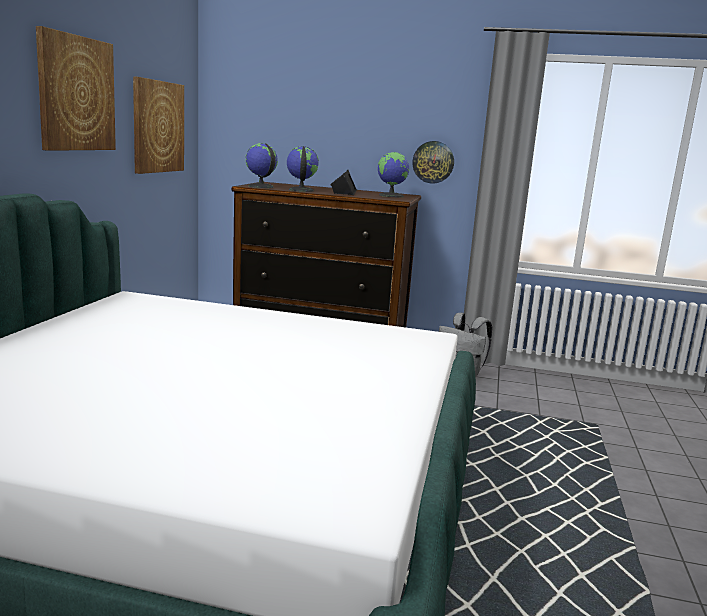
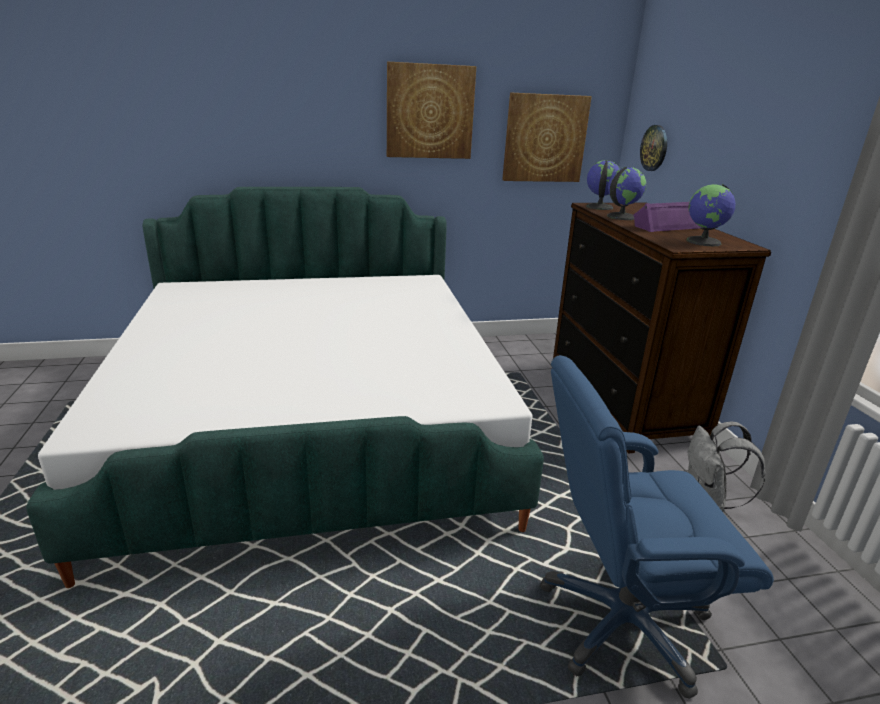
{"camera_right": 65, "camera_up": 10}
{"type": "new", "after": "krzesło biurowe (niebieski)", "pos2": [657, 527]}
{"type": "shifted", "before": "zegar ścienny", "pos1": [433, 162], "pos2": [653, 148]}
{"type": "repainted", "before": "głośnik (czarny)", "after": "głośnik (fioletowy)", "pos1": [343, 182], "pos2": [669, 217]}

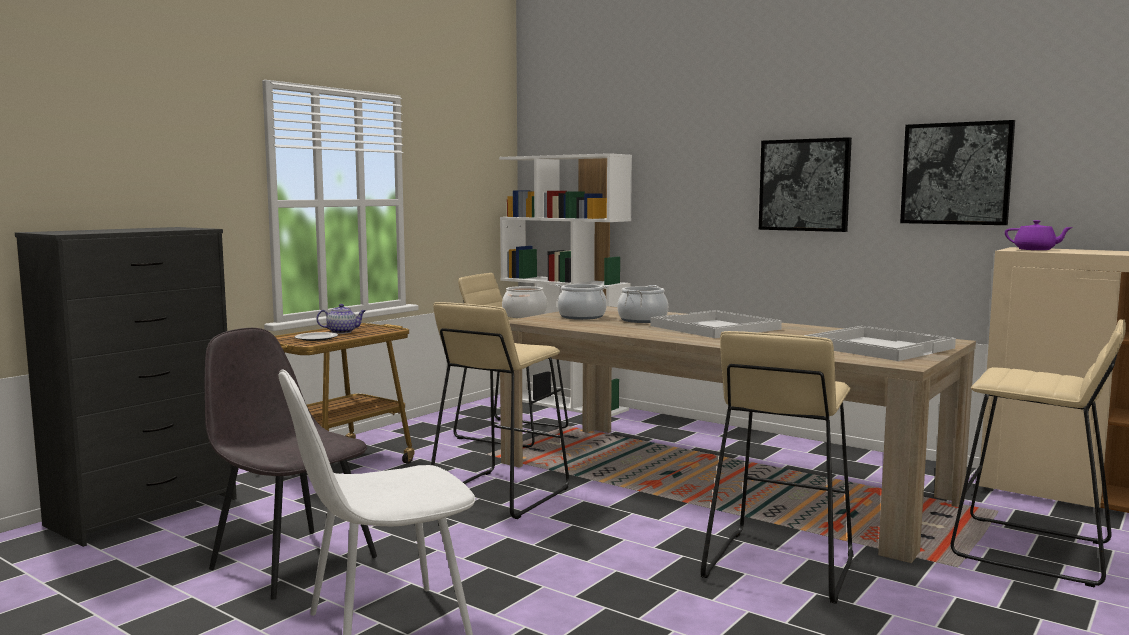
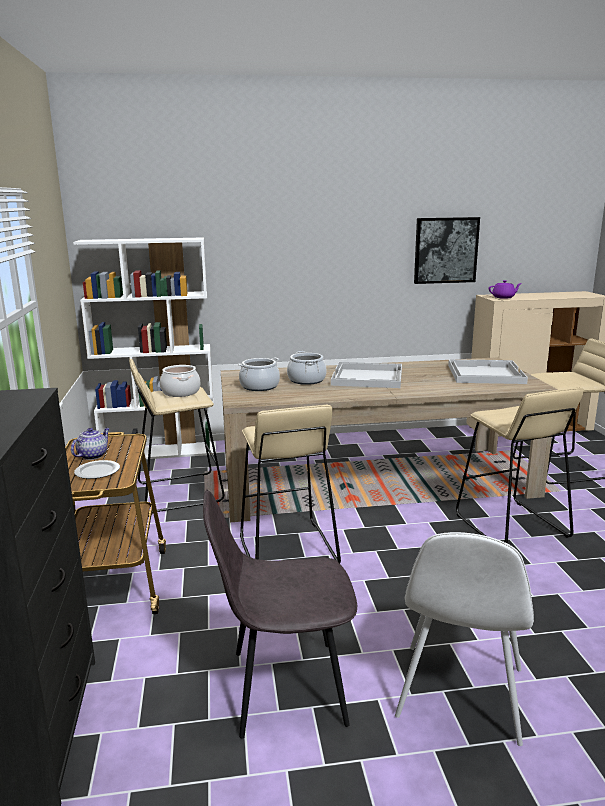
{"camera_right": -45, "camera_up": 10}
{"type": "gone", "before": "obraz", "pos1": [805, 184]}

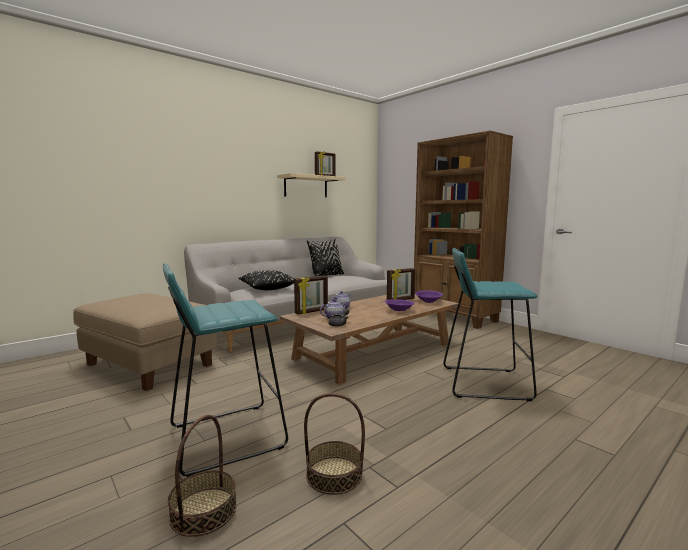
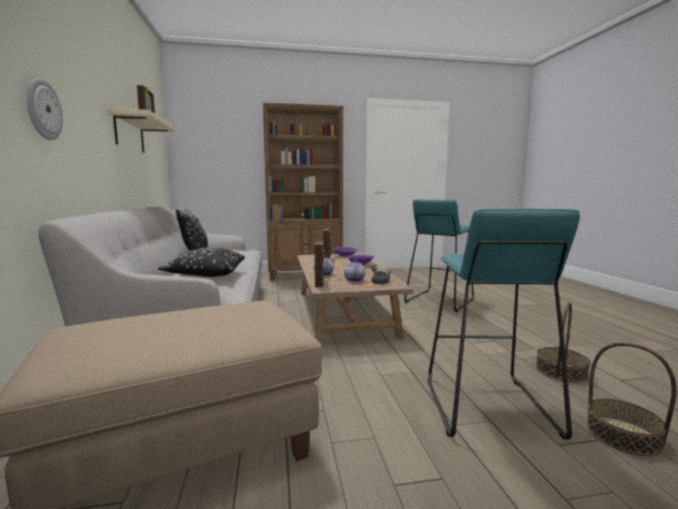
{"camera_right": -60, "camera_up": 0}
{"type": "new", "after": "zegar ścienny", "pos2": [45, 109]}

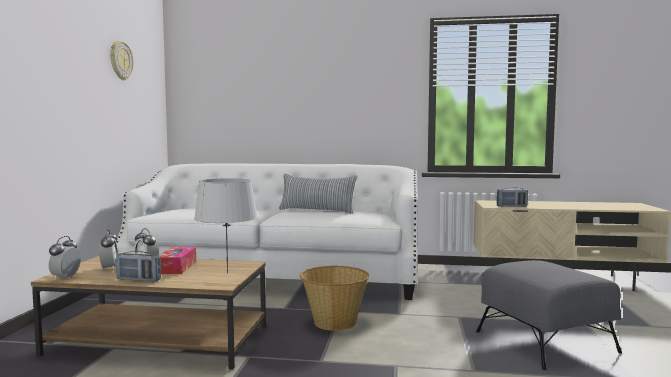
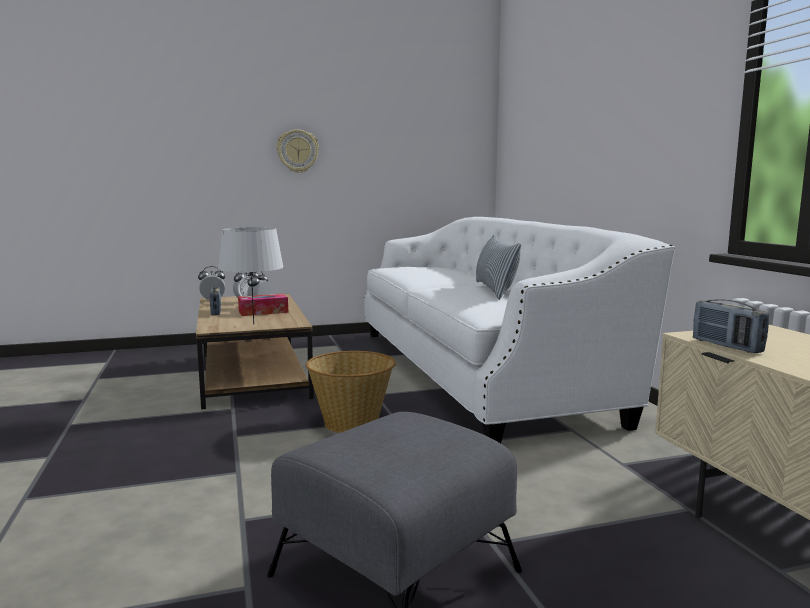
{"camera_right": 65, "camera_up": 5}
{"type": "shifted", "before": "zegar ścienny", "pos1": [122, 60], "pos2": [297, 151]}

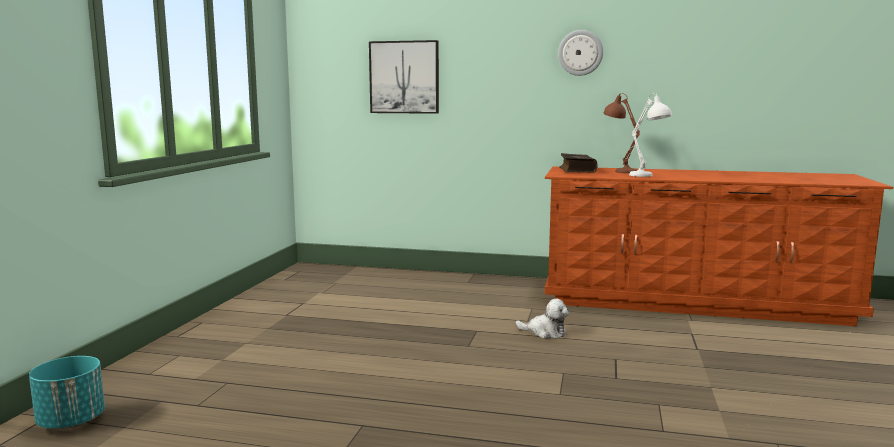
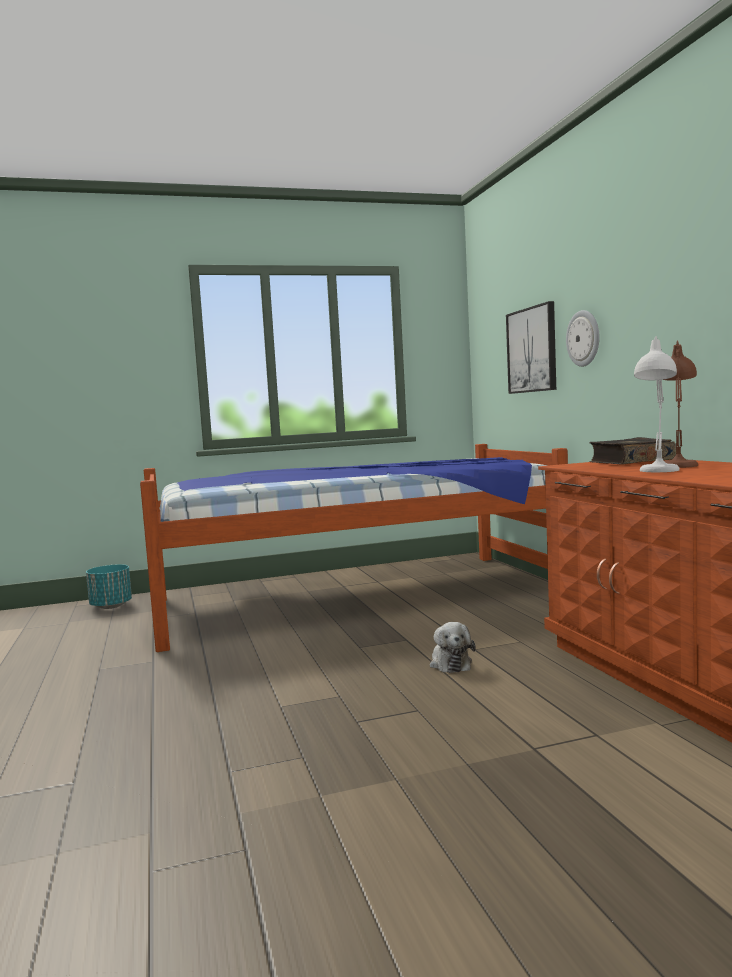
{"camera_right": 60, "camera_up": -5}
{"type": "new", "after": "łóżko", "pos2": [354, 548]}
{"type": "shifted", "before": "zegar ścienny", "pos1": [580, 53], "pos2": [582, 338]}

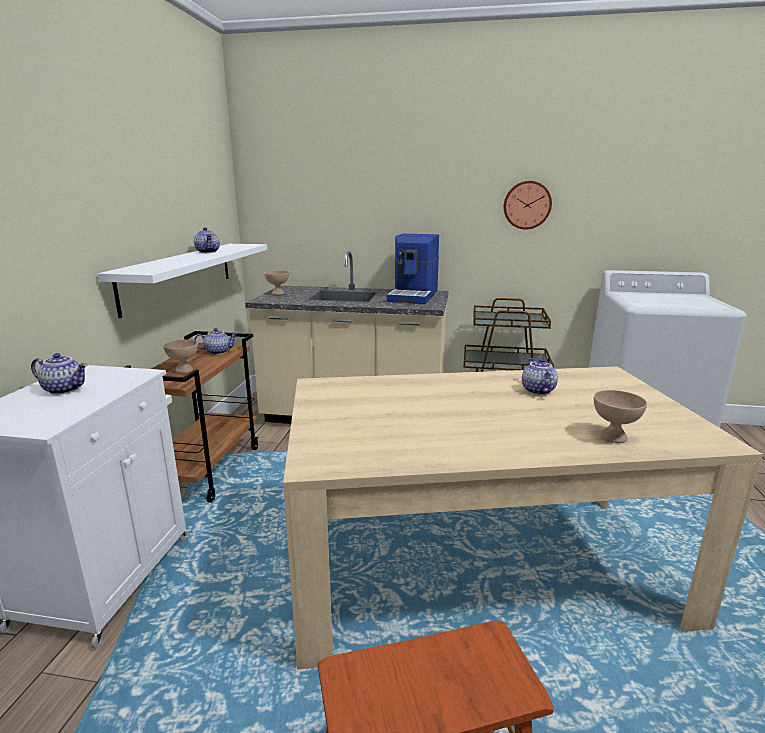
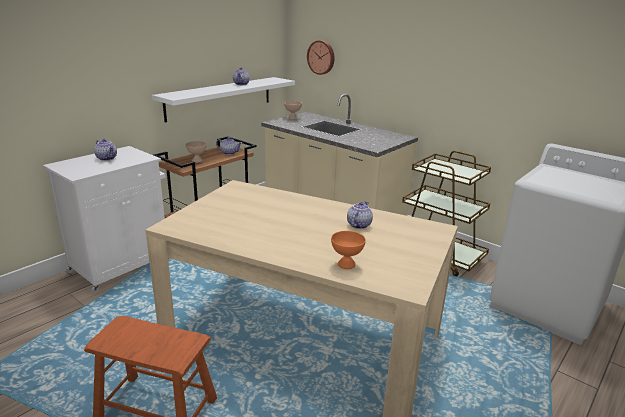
{"camera_right": 30, "camera_up": 5}
{"type": "gone", "before": "ekspres do kawy", "pos1": [413, 269]}
{"type": "shifted", "before": "zegar ścienny", "pos1": [527, 205], "pos2": [320, 57]}
{"type": "repainted", "before": "miska (beżowy)", "after": "miska (pomarańczowy)", "pos1": [620, 416], "pos2": [348, 250]}

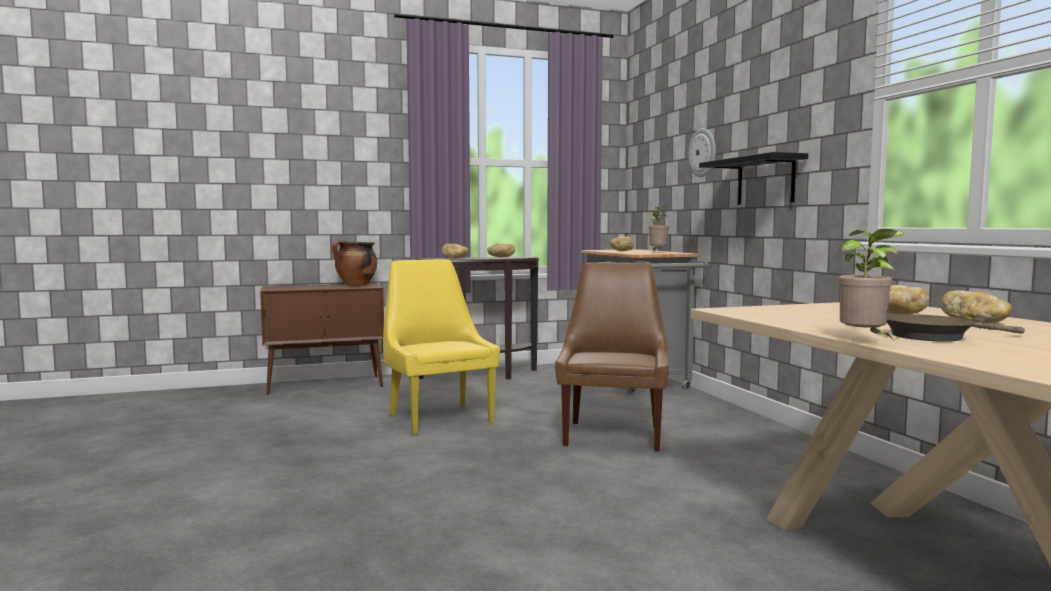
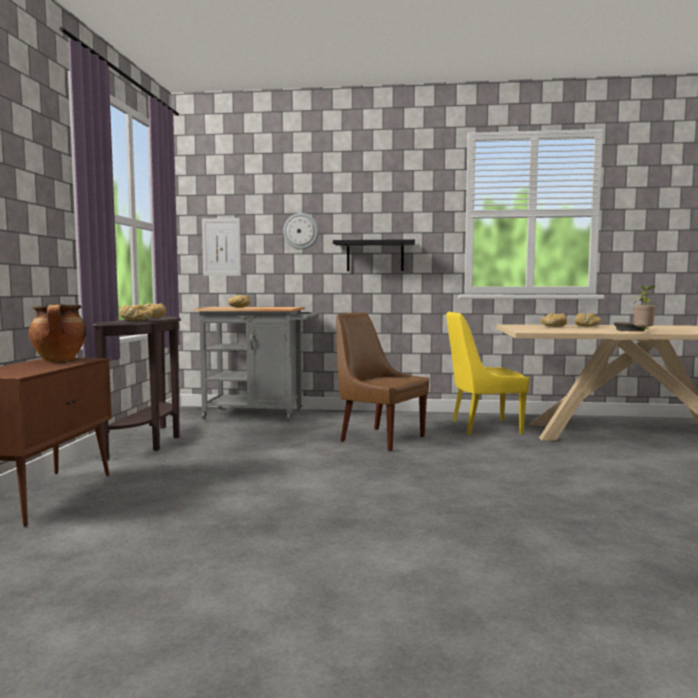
{"camera_right": -65, "camera_up": 0}
{"type": "gone", "before": "roślina doniczkowa", "pos1": [659, 228]}
{"type": "new", "after": "obraz", "pos2": [221, 247]}
{"type": "shifted", "before": "krzesło (żółty)", "pos1": [441, 347], "pos2": [487, 373]}

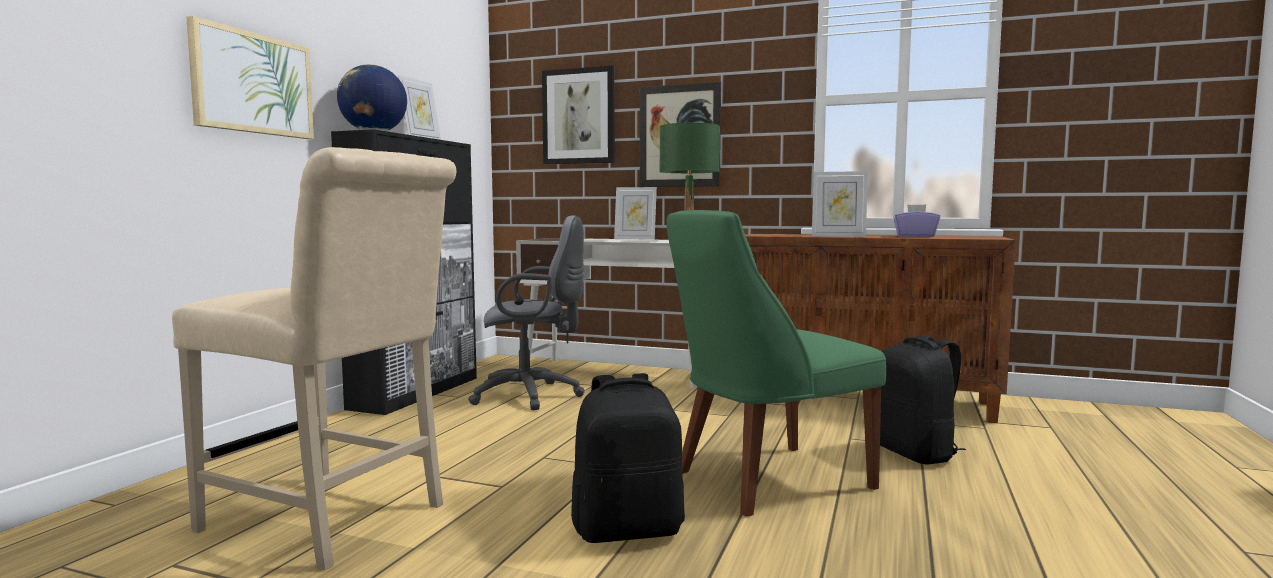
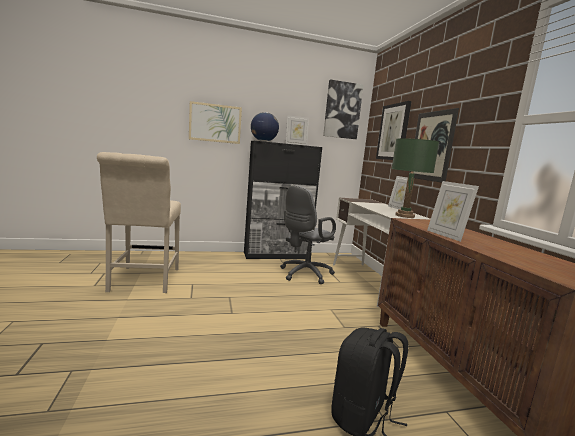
{"camera_right": 55, "camera_up": 5}
{"type": "gone", "before": "plecak (czarny)", "pos1": [628, 458]}
{"type": "gone", "before": "krzesło (zielony)", "pos1": [776, 363]}
{"type": "gone", "before": "pudełko chusteczek (fioletowy)", "pos1": [917, 220]}
{"type": "new", "after": "obraz", "pos2": [343, 109]}
{"type": "rotated", "before": "krzesło biurowe (szary)", "pos1": [526, 312], "pos2": [308, 234], "turn": 75}

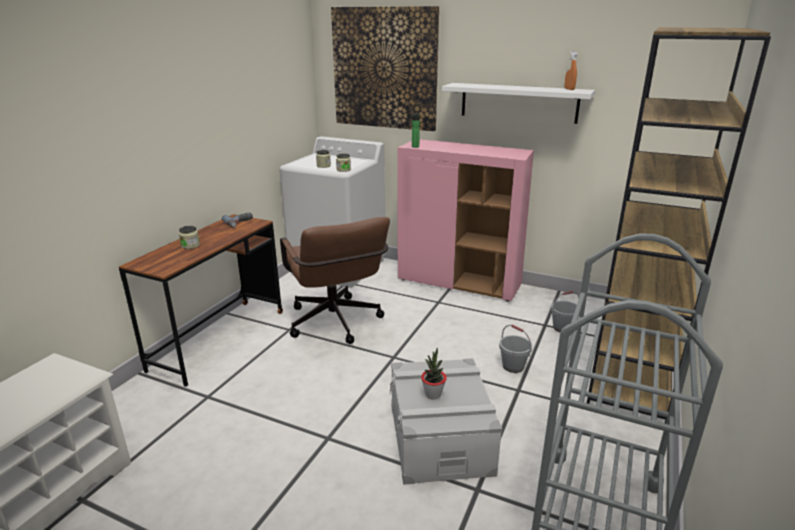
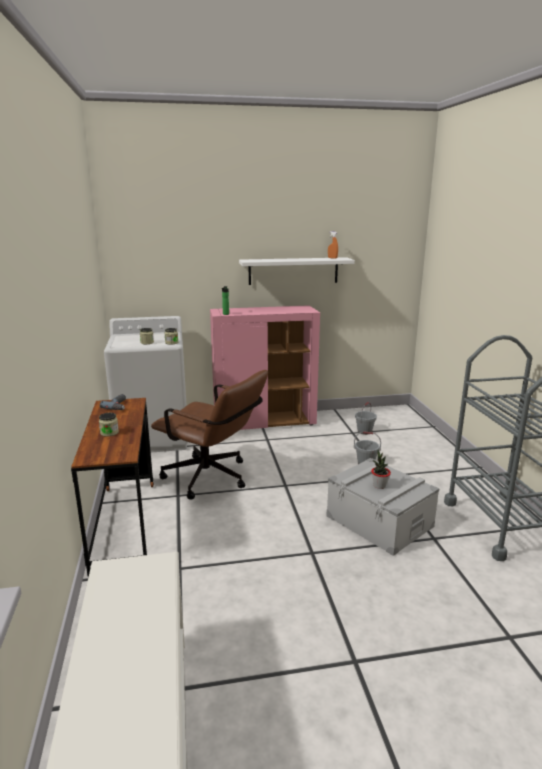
{"camera_right": -35, "camera_up": -5}
{"type": "gone", "before": "obraz", "pos1": [385, 68]}
{"type": "gone", "before": "regał (brązowy)", "pos1": [679, 225]}

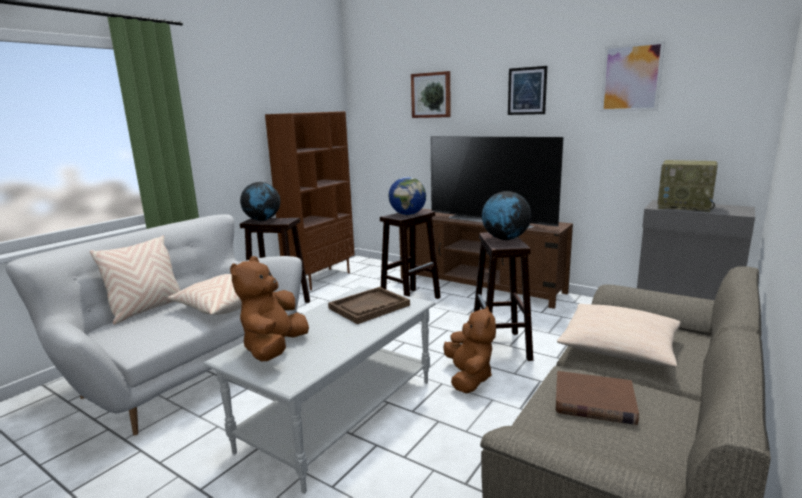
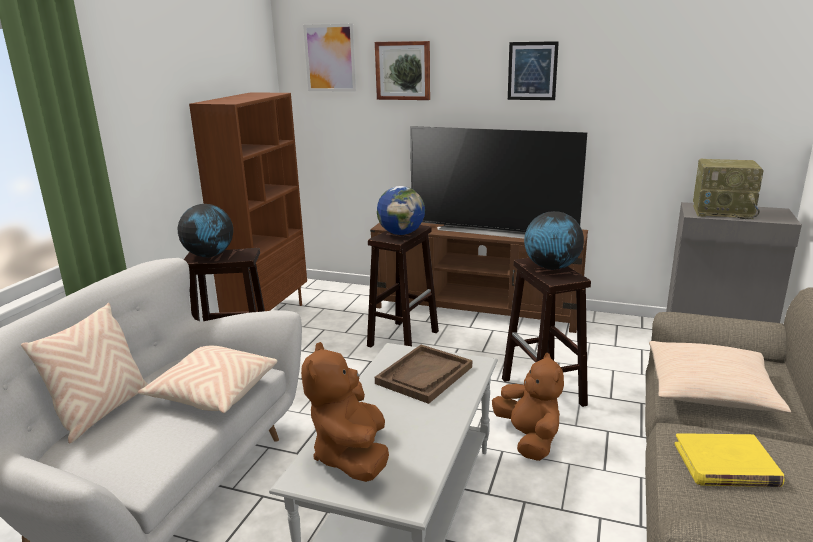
{"camera_right": -15, "camera_up": 5}
{"type": "shifted", "before": "obraz", "pos1": [632, 76], "pos2": [329, 58]}
{"type": "repainted", "before": "książka (brązowy)", "after": "książka (żółty)", "pos1": [597, 398], "pos2": [729, 460]}

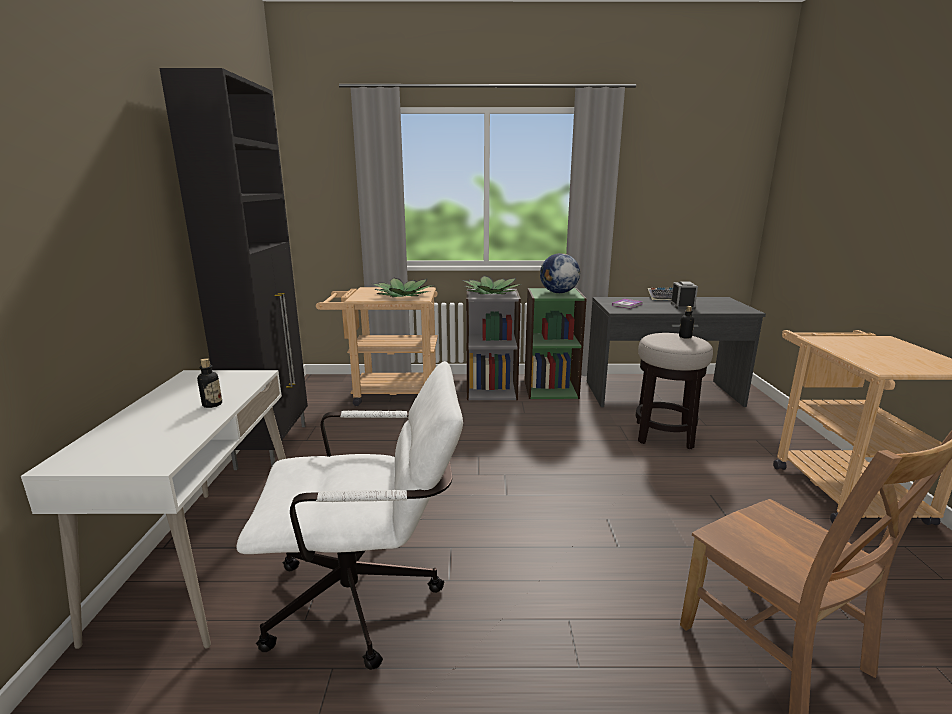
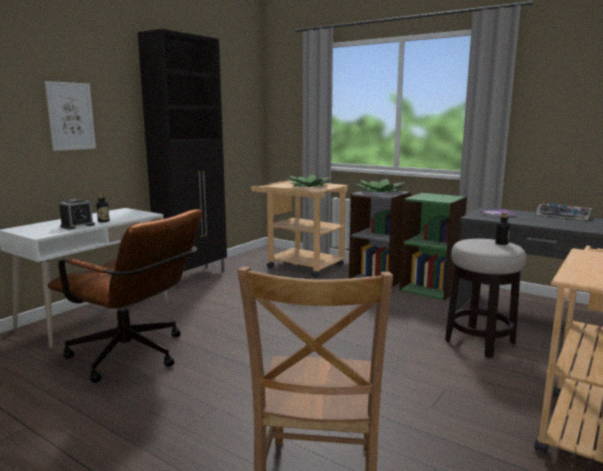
{"camera_right": 35, "camera_up": -5}
{"type": "gone", "before": "globus", "pos1": [560, 273]}
{"type": "new", "after": "obraz", "pos2": [70, 116]}
{"type": "shifted", "before": "budzik", "pos1": [684, 295], "pos2": [77, 214]}
{"type": "repainted", "before": "krzesło biurowe (biały)", "after": "krzesło biurowe (brązowy)", "pos1": [350, 515], "pos2": [125, 296]}

